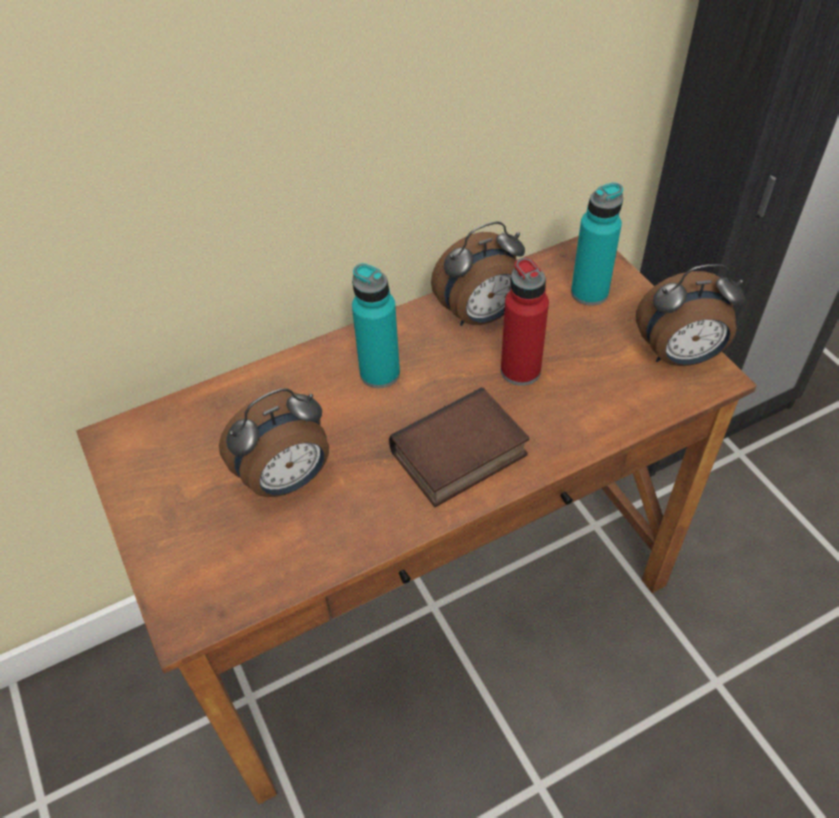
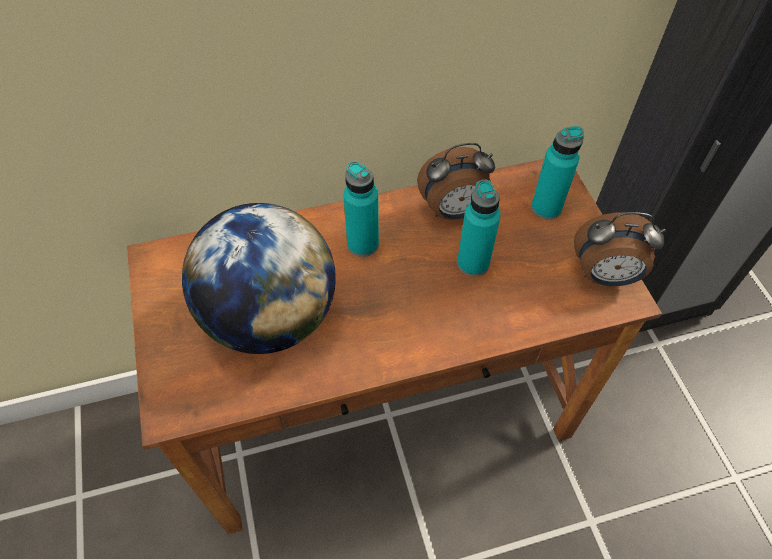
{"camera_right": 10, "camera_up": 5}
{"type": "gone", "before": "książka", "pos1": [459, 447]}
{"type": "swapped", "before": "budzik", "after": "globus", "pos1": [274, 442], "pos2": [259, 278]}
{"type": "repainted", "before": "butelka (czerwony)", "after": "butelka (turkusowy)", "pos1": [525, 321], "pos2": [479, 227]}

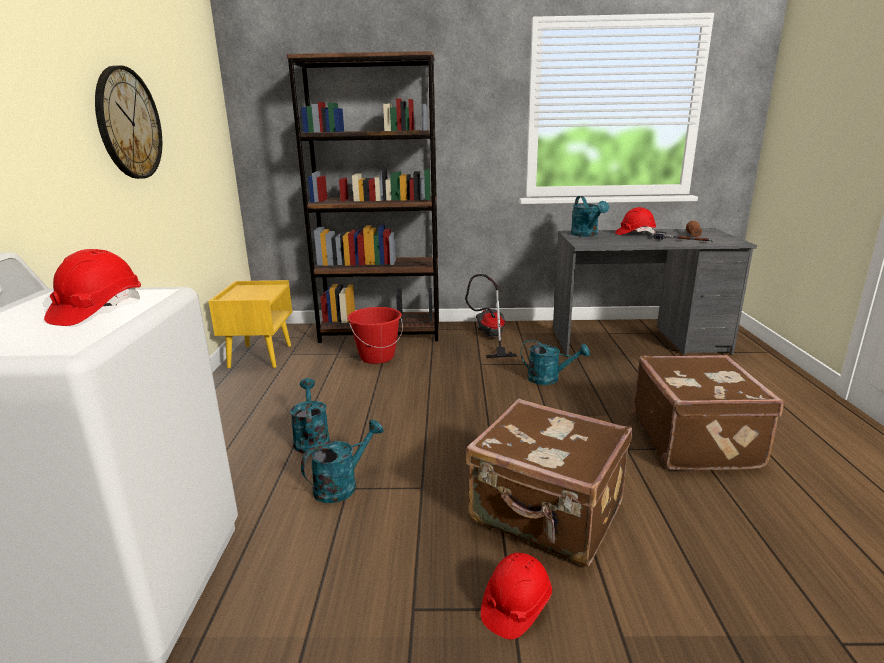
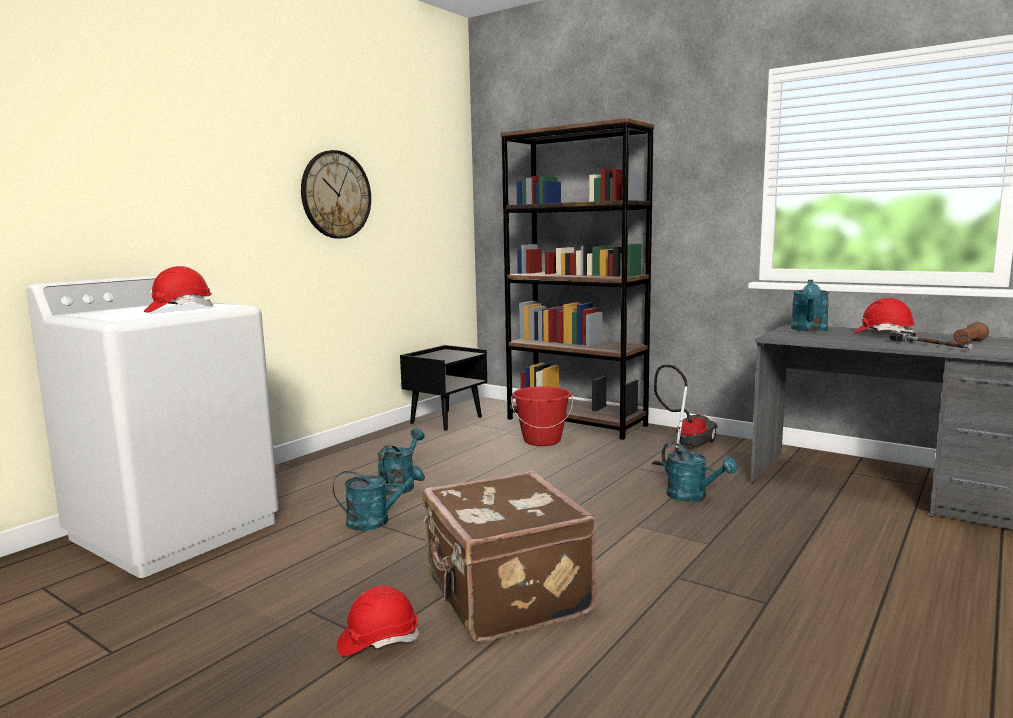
{"camera_right": 35, "camera_up": -10}
{"type": "gone", "before": "walizka (brązowy)", "pos1": [708, 412]}
{"type": "repainted", "before": "szafka nocna (żółty)", "after": "szafka nocna (czarny)", "pos1": [250, 324], "pos2": [443, 388]}

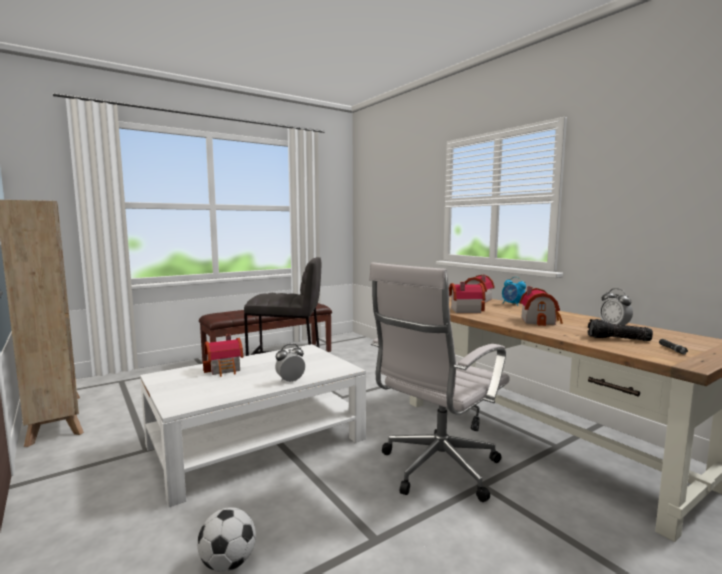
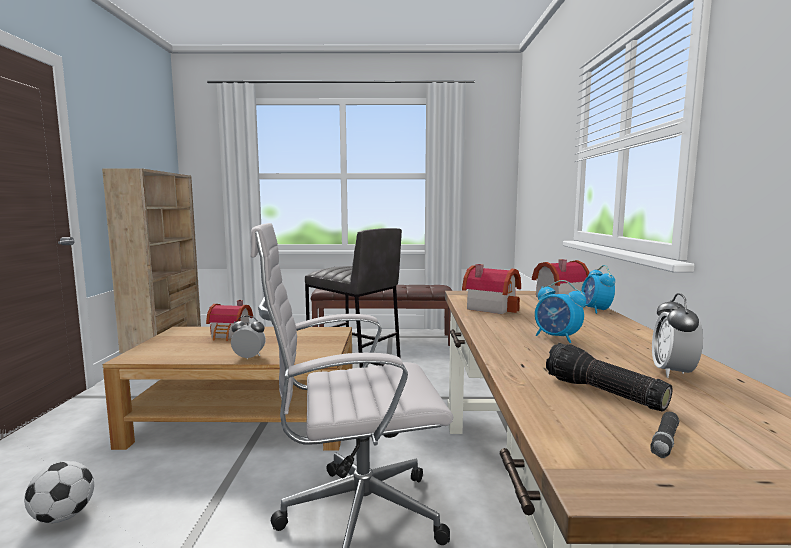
{"camera_right": 35, "camera_up": 0}
{"type": "swapped", "before": "domek", "after": "budzik", "pos1": [541, 306], "pos2": [560, 311]}
{"type": "repainted", "before": "ława (biały)", "after": "ława (brązowy)", "pos1": [253, 425], "pos2": [227, 389]}

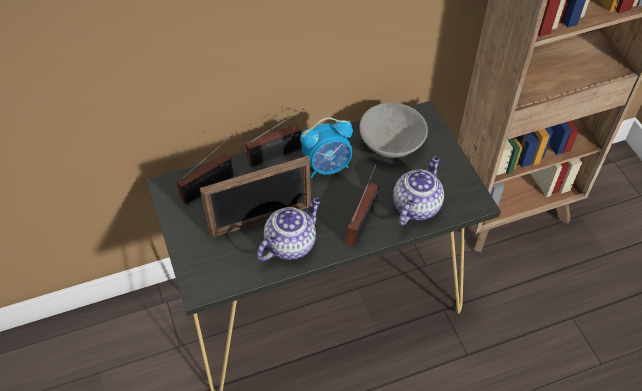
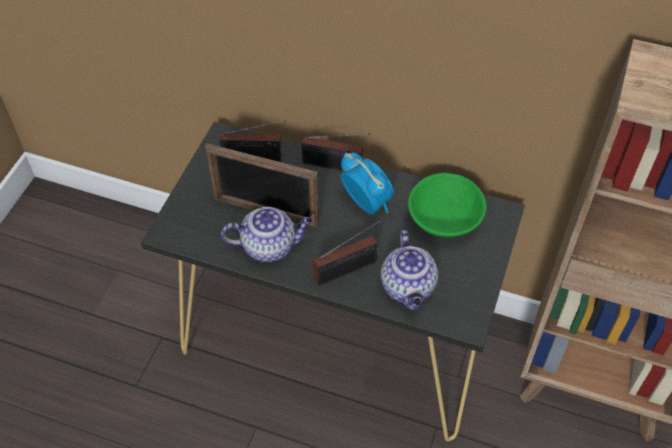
{"camera_right": 40, "camera_up": 0}
{"type": "repainted", "before": "miska (szary)", "after": "miska (zielony)", "pos1": [393, 130], "pos2": [447, 205]}
{"type": "rotated", "before": "budzik", "pos1": [326, 147], "pos2": [367, 183], "turn": -150}
{"type": "rotated", "before": "imbryk", "pos1": [418, 191], "pos2": [409, 270], "turn": 105}

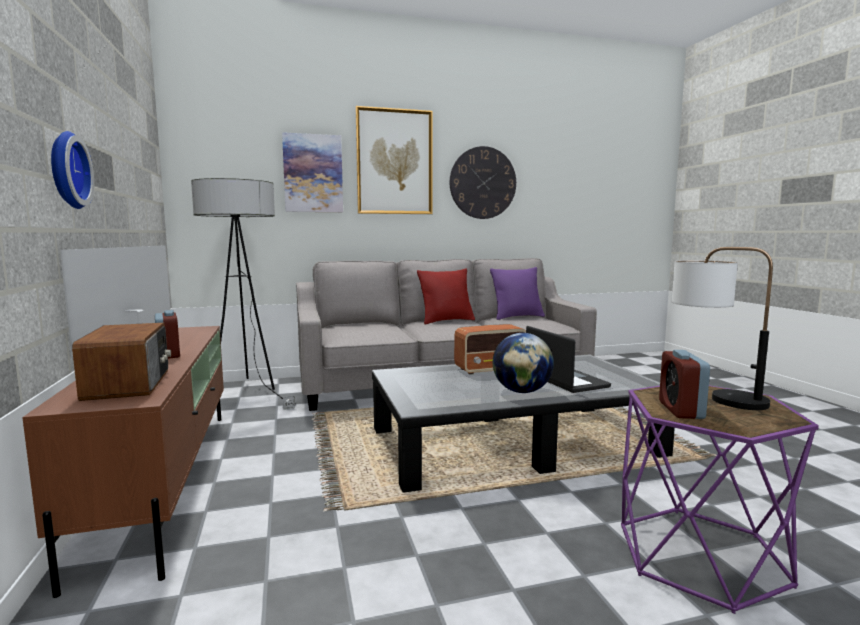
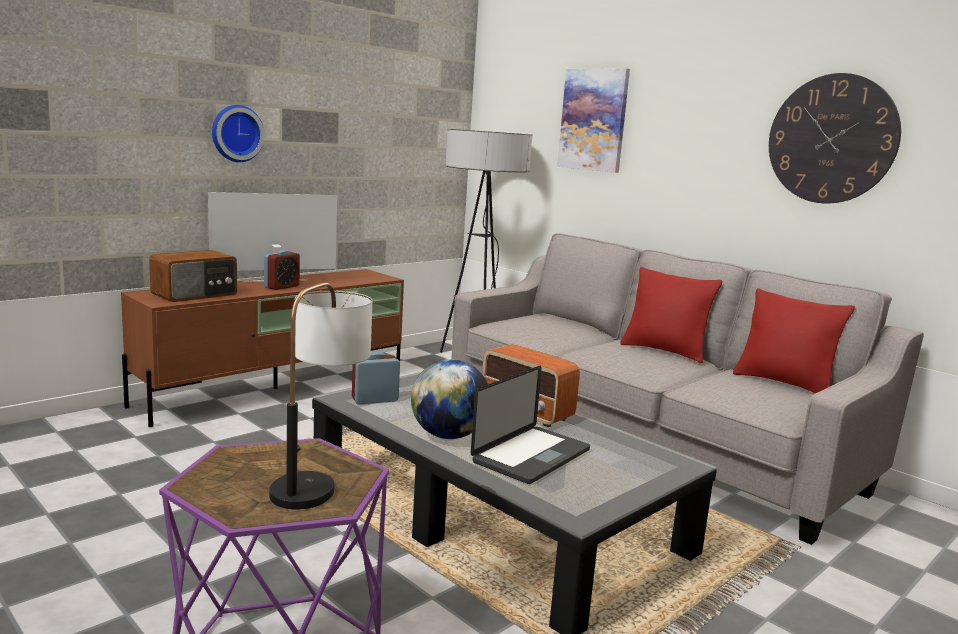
{"camera_right": 60, "camera_up": 5}
{"type": "gone", "before": "obraz", "pos1": [394, 160]}
{"type": "shifted", "before": "budzik", "pos1": [684, 384], "pos2": [376, 378]}
{"type": "repainted", "before": "poduszka (fioletowy)", "after": "poduszka (czerwony)", "pos1": [517, 293], "pos2": [794, 340]}

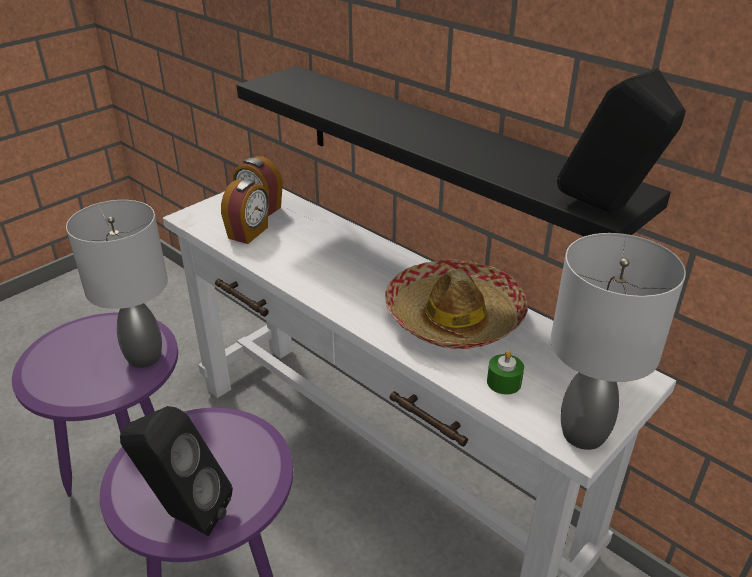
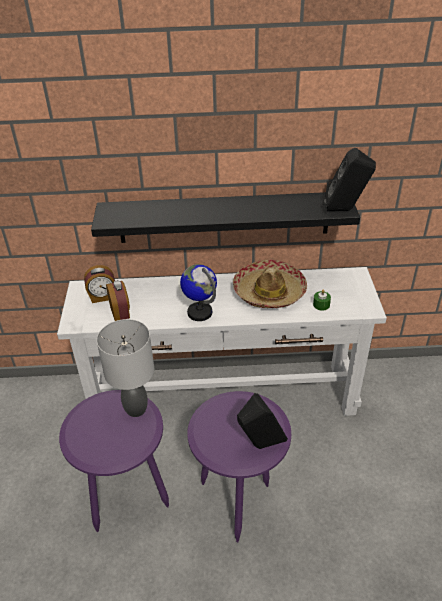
{"camera_right": -45, "camera_up": 5}
{"type": "gone", "before": "lampa stołowa (szary)", "pos1": [618, 341]}
{"type": "new", "after": "globus", "pos2": [198, 292]}

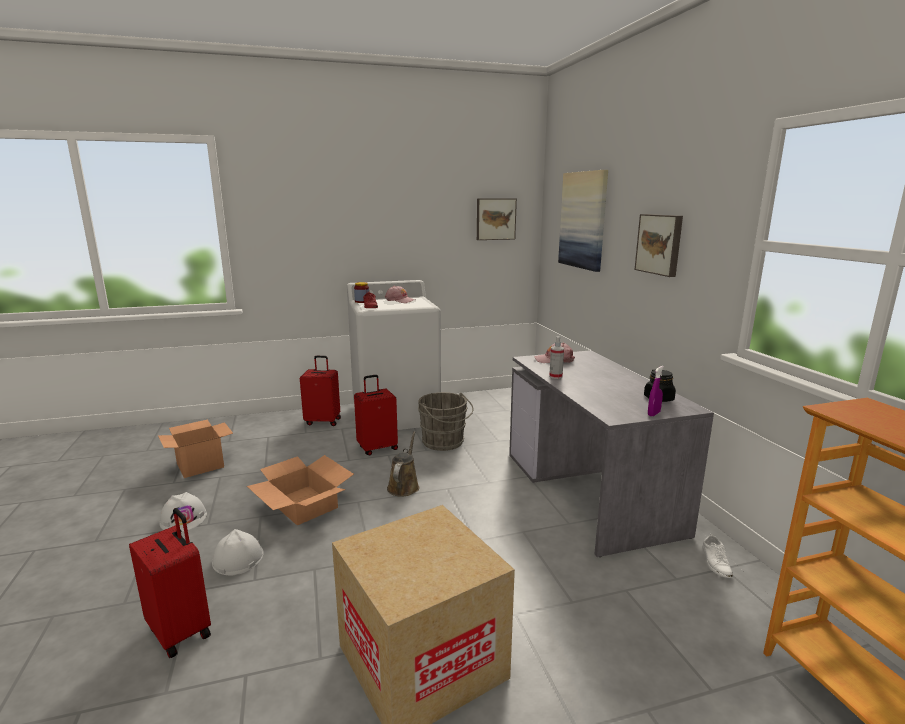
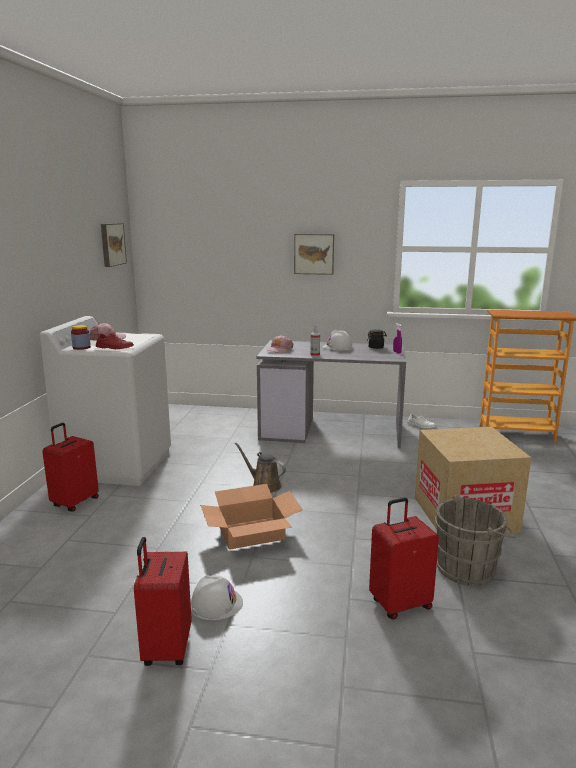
{"camera_right": -65, "camera_up": 0}
{"type": "gone", "before": "karton", "pos1": [195, 448]}
{"type": "gone", "before": "obraz", "pos1": [583, 221]}
{"type": "shifted", "before": "kask (biały)", "pos1": [238, 552], "pos2": [338, 340]}
{"type": "shifted", "before": "walizka (czerwony)", "pos1": [376, 415], "pos2": [162, 601]}
{"type": "shifted", "before": "wiadro (szary)", "pos1": [446, 421], "pos2": [475, 540]}

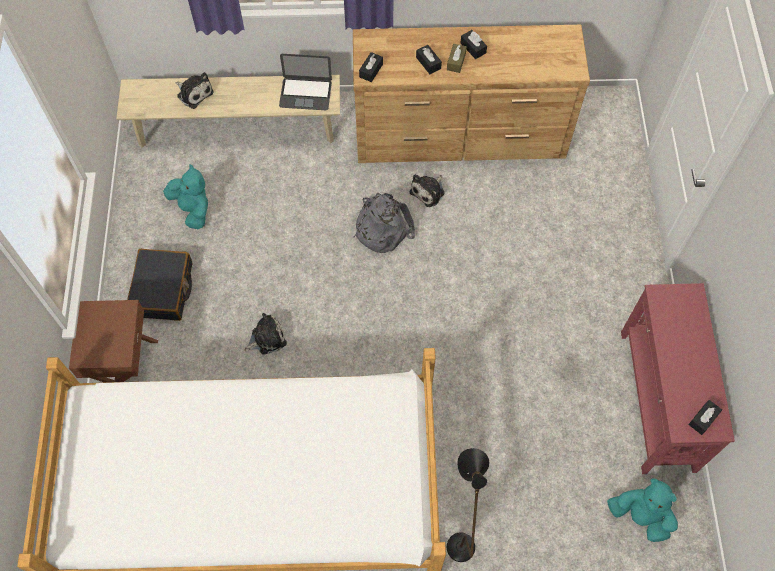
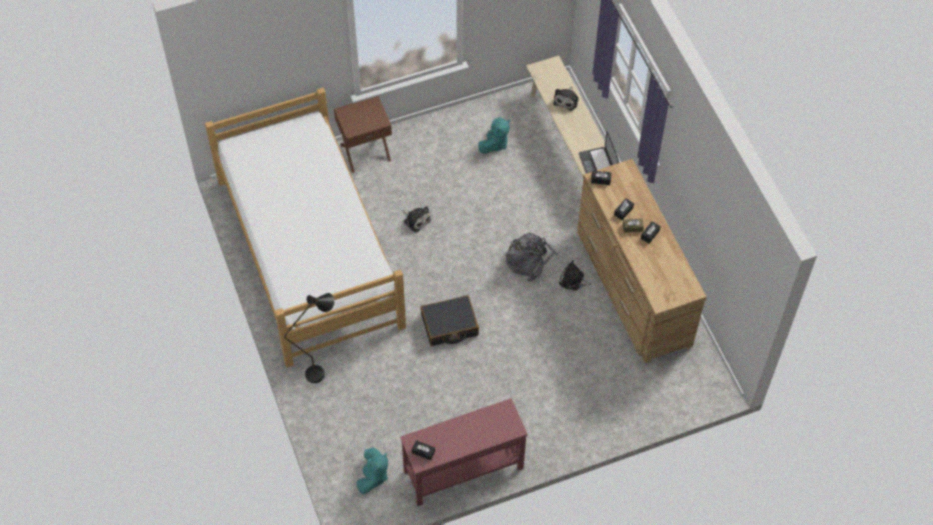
{"camera_right": 70, "camera_up": -5}
{"type": "shifted", "before": "walizka (czarny)", "pos1": [159, 285], "pos2": [450, 320]}

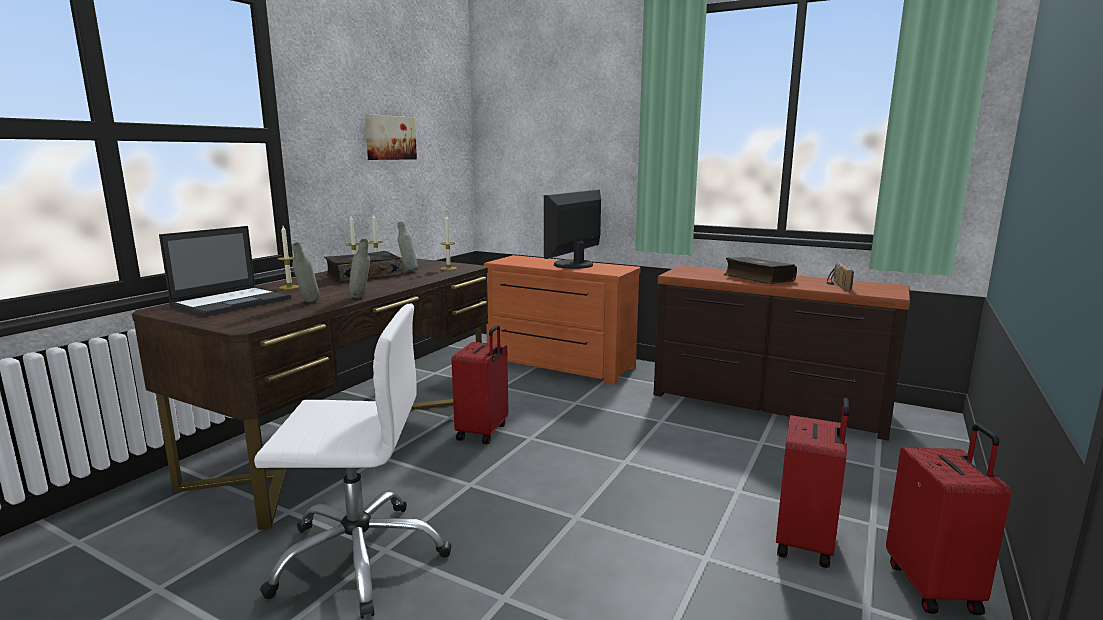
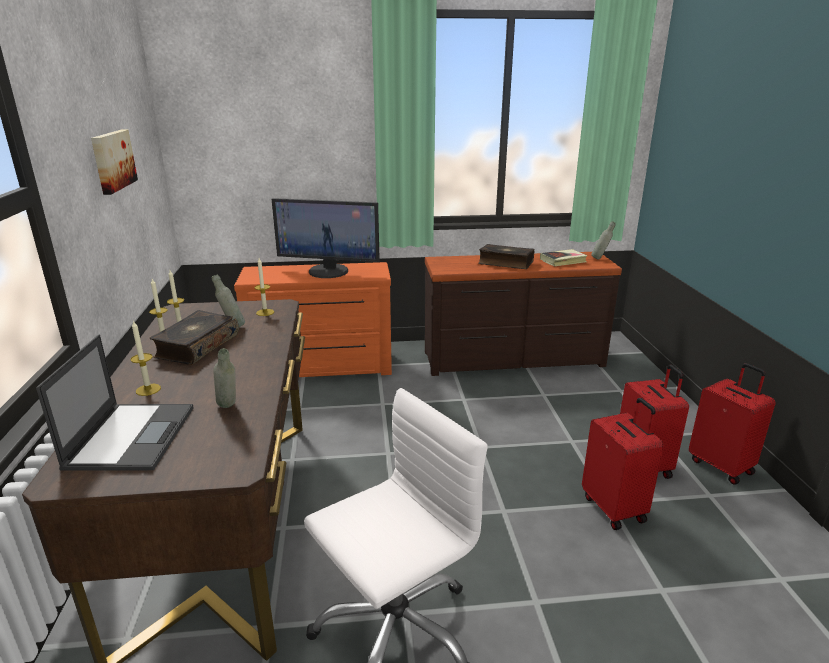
{"camera_right": -35, "camera_up": 10}
{"type": "shifted", "before": "butelka (szary)", "pos1": [359, 268], "pos2": [603, 240]}
{"type": "shifted", "before": "walizka (czerwony)", "pos1": [479, 384], "pos2": [623, 464]}
{"type": "swapped", "before": "radio", "after": "książka", "pos1": [840, 277], "pos2": [564, 257]}
{"type": "rotated", "before": "monitor", "pos1": [572, 229], "pos2": [325, 238], "turn": -75}

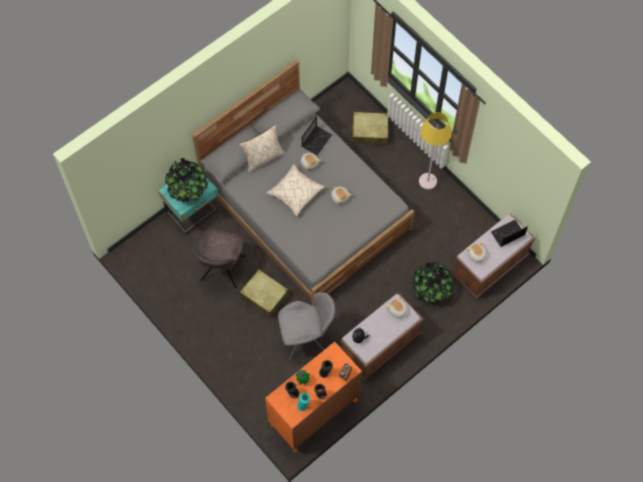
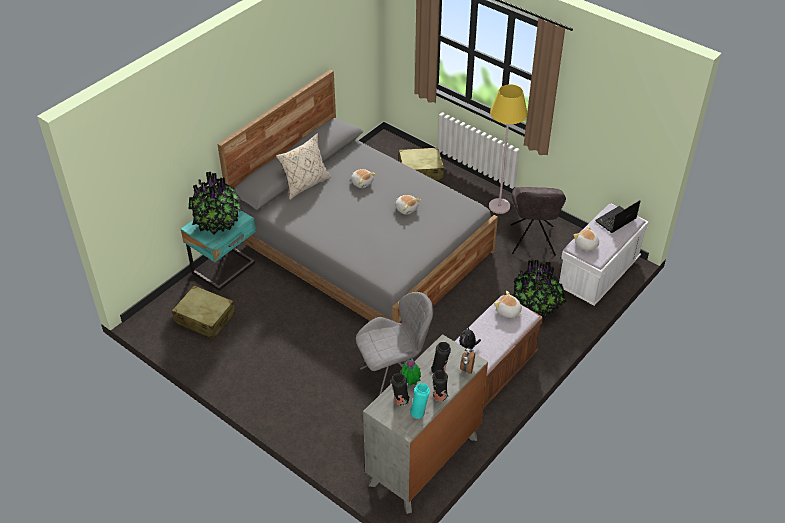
{"camera_right": -10, "camera_up": -20}
{"type": "gone", "before": "poduszka (beżowy)", "pos1": [295, 190]}
{"type": "gone", "before": "laptop", "pos1": [317, 136]}
{"type": "shifted", "before": "krzesło (szary)", "pos1": [220, 258], "pos2": [538, 221]}
{"type": "shifted", "before": "walizka (beżowy)", "pos1": [264, 293], "pos2": [203, 312]}
{"type": "repainted", "before": "komoda (pomarańczowy)", "after": "komoda (szary)", "pos1": [313, 397], "pos2": [425, 424]}
{"type": "repainted", "before": "ławka (brązowy)", "after": "ławka (biały)", "pos1": [493, 256], "pos2": [604, 255]}

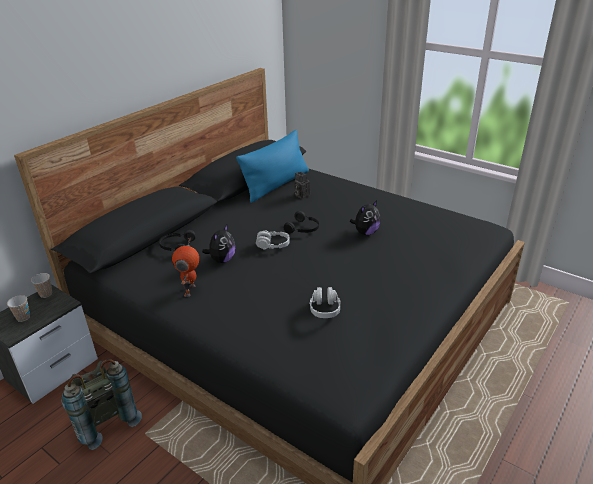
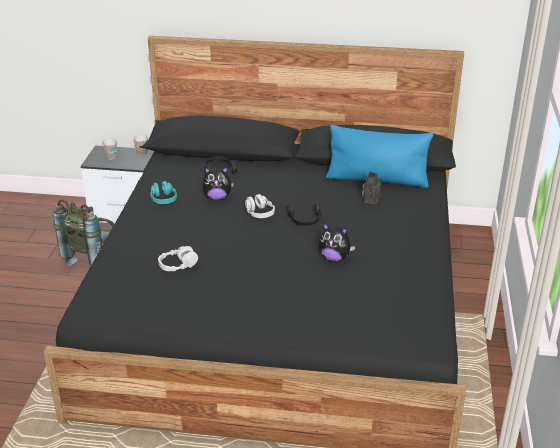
{"camera_right": 60, "camera_up": 0}
{"type": "swapped", "before": "robot zabawkowy", "after": "słuchawki (turkusowy)", "pos1": [185, 267], "pos2": [163, 192]}

